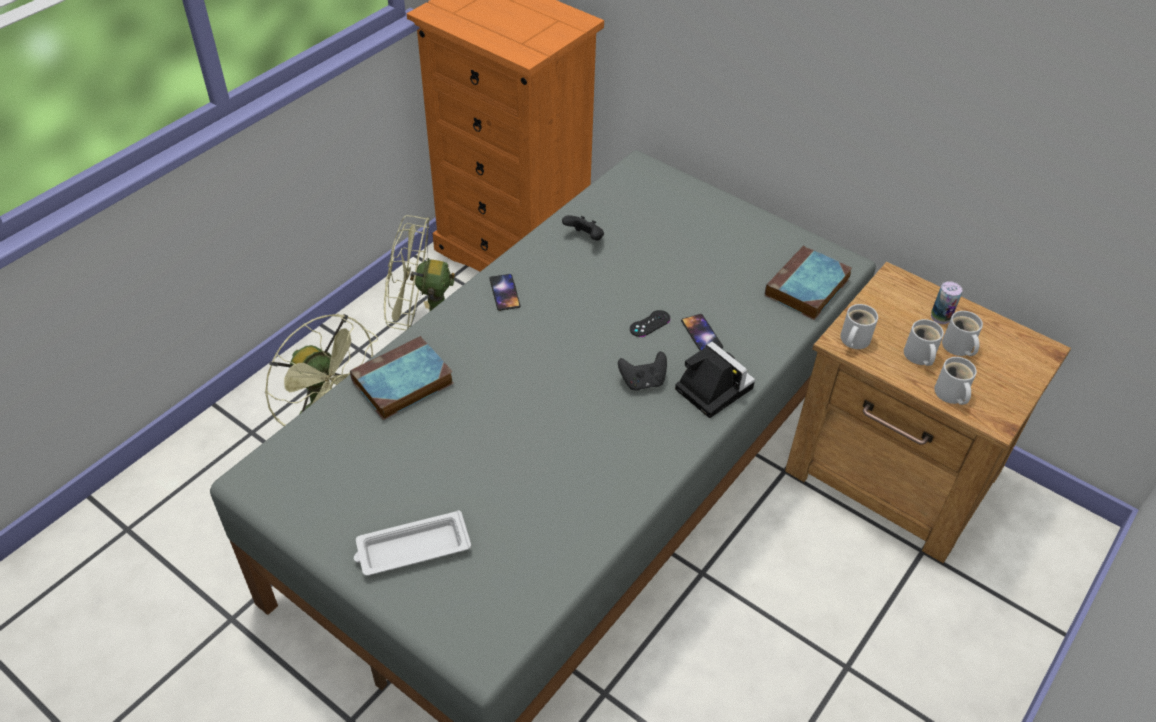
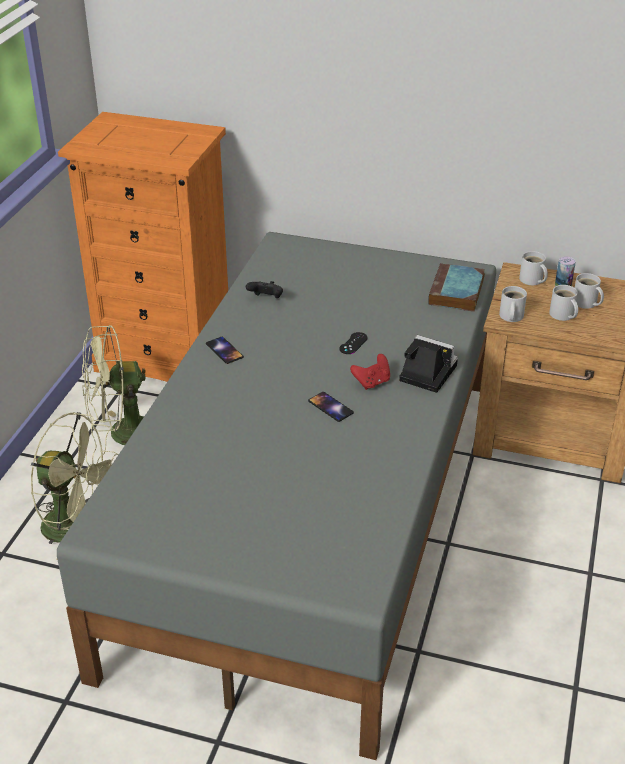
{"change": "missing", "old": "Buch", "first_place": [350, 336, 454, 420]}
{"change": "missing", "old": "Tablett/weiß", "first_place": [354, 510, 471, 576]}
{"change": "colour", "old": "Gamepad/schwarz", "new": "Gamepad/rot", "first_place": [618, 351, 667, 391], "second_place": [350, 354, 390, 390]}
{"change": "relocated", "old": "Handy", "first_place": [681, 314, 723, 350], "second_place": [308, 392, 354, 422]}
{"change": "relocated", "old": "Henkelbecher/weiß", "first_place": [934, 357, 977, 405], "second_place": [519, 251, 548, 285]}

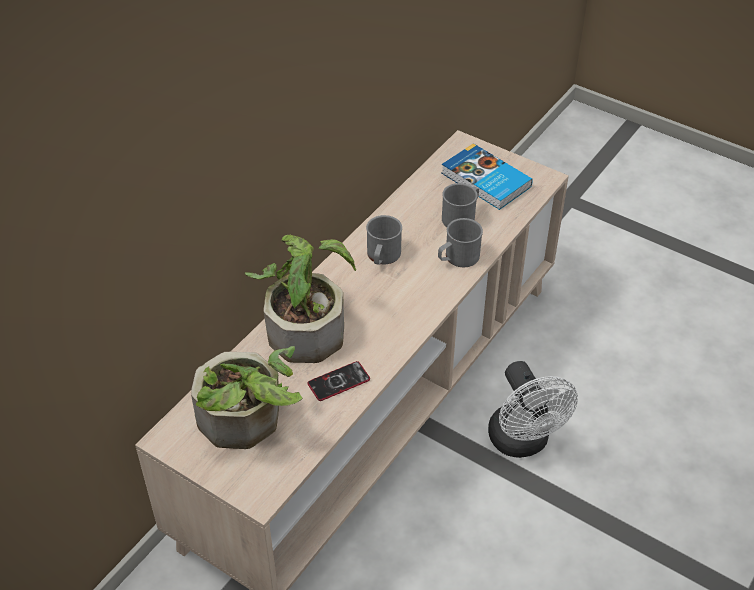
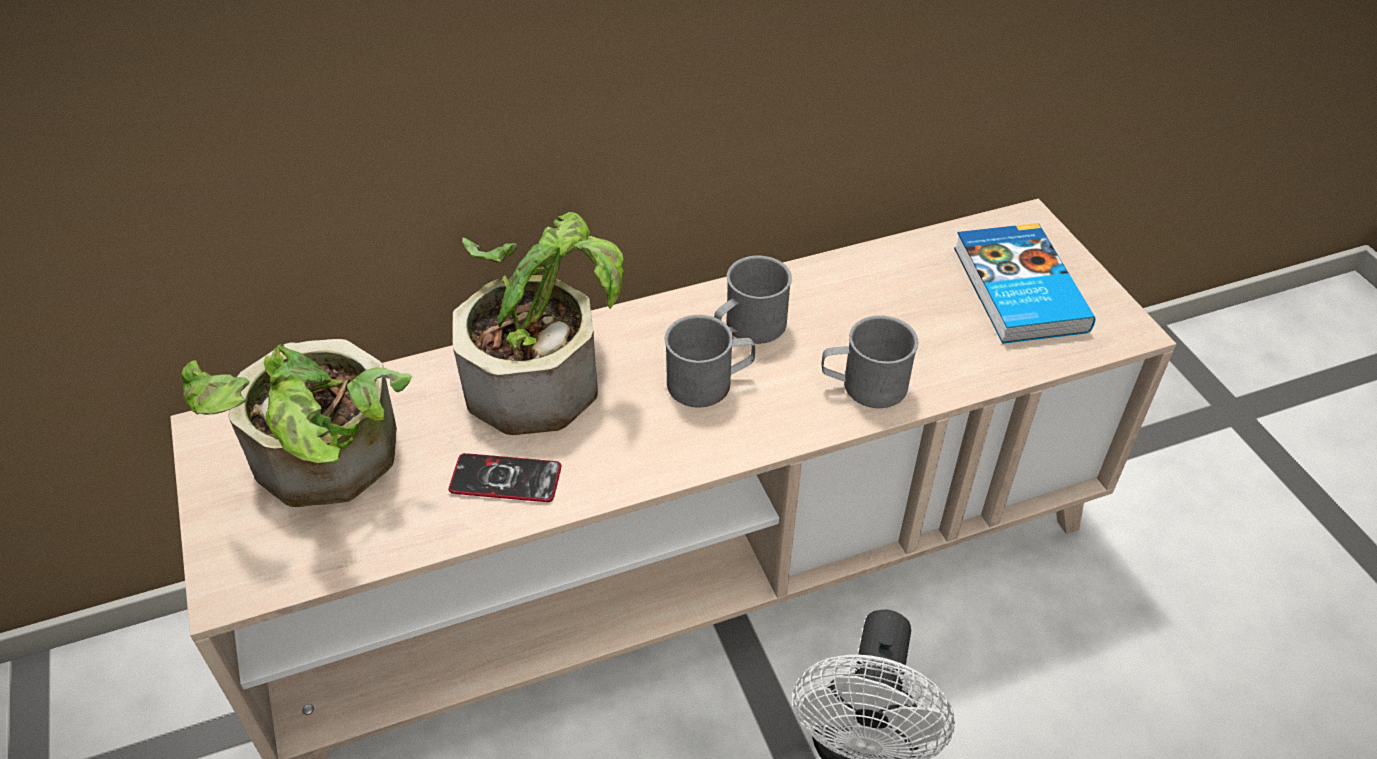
{"change": "relocated", "old": "Henkelbecher/grau", "first_place": [442, 183, 479, 227], "second_place": [665, 315, 755, 407]}

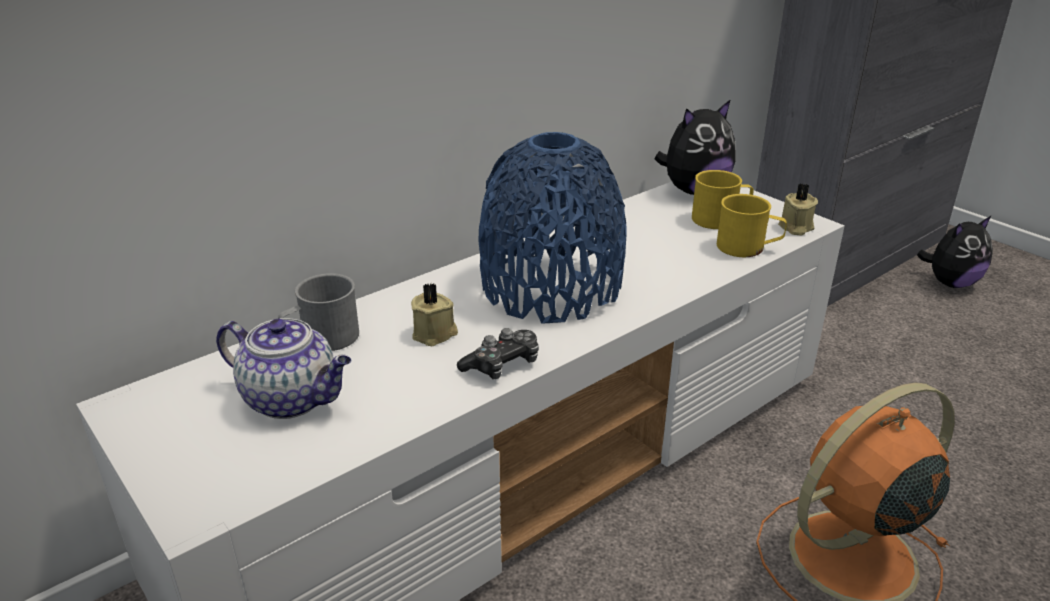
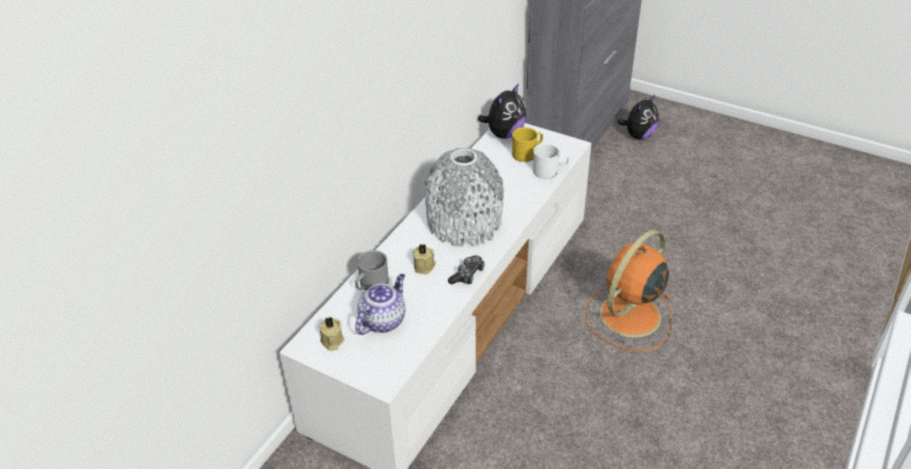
{"change": "spun", "old": "Teekanne", "first_place": [216, 318, 352, 419], "second_place": [355, 274, 405, 335], "degrees": -60}
{"change": "colour", "old": "Vase/blau", "new": "Vase/grau", "first_place": [478, 132, 627, 324], "second_place": [425, 148, 504, 247]}
{"change": "colour", "old": "Henkelbecher/gelb", "new": "Henkelbecher/weiß", "first_place": [717, 194, 787, 257], "second_place": [533, 143, 569, 179]}
{"change": "relocated", "old": "Kerze/beige", "first_place": [778, 183, 818, 235], "second_place": [319, 317, 344, 351]}

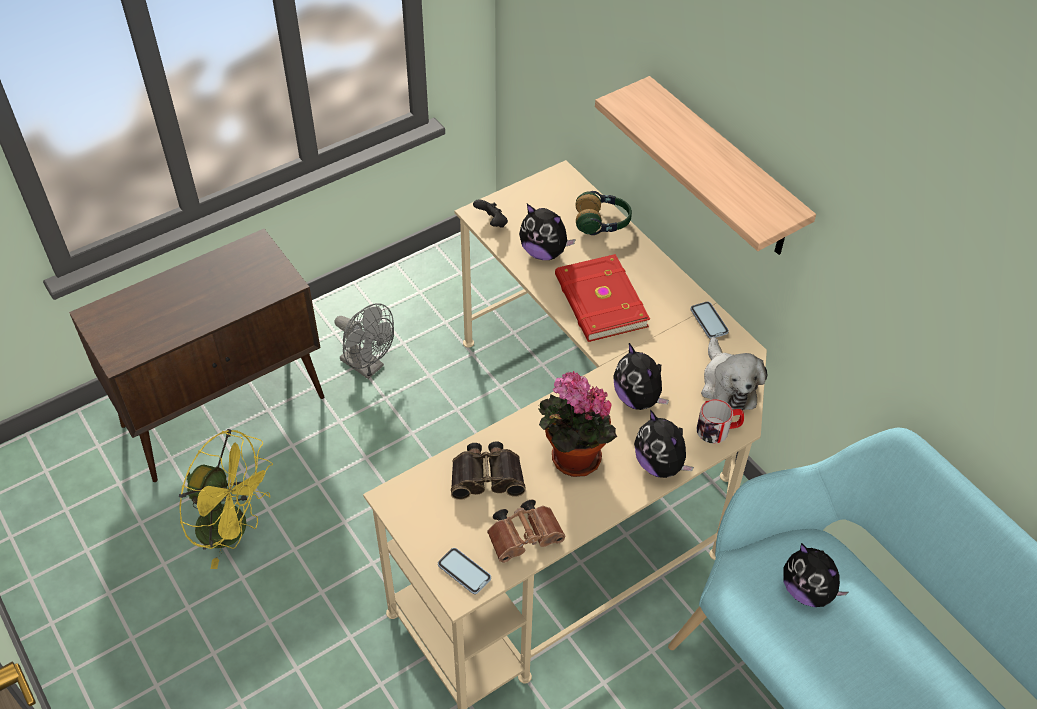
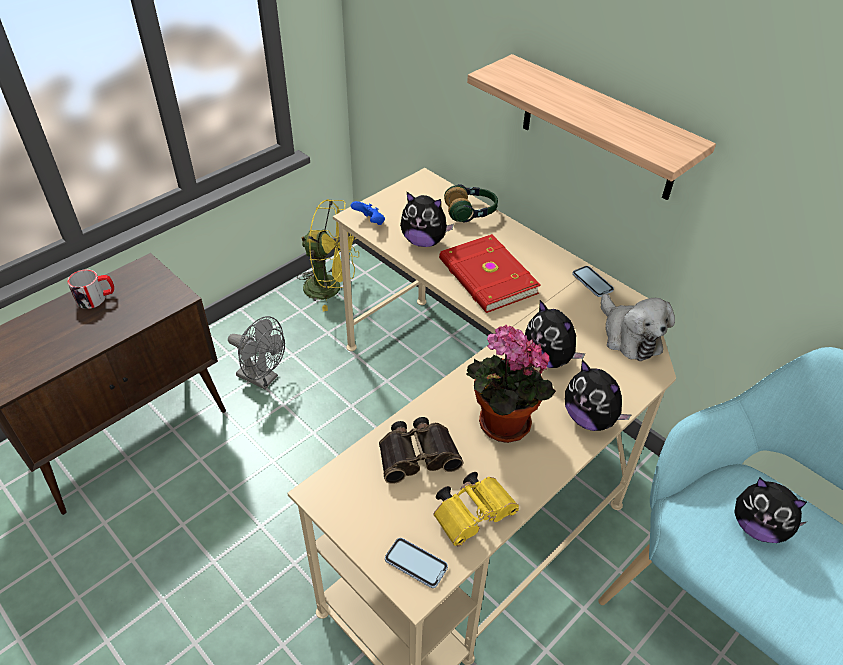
{"change": "relocated", "old": "Ventilator/gelb", "first_place": [179, 429, 273, 569], "second_place": [297, 199, 359, 311]}
{"change": "colour", "old": "Gamepad/schwarz", "new": "Gamepad/blau", "first_place": [473, 200, 508, 228], "second_place": [351, 201, 385, 225]}
{"change": "colour", "old": "Fernglas/braun", "new": "Fernglas/gelb", "first_place": [487, 499, 566, 563], "second_place": [433, 472, 519, 546]}
{"change": "relocated", "old": "Henkelbecher", "first_place": [697, 399, 744, 444], "second_place": [67, 269, 114, 309]}

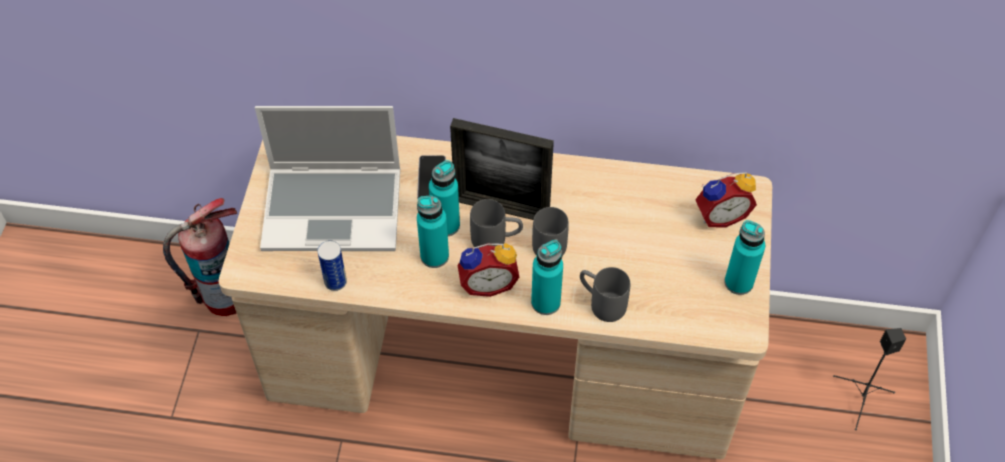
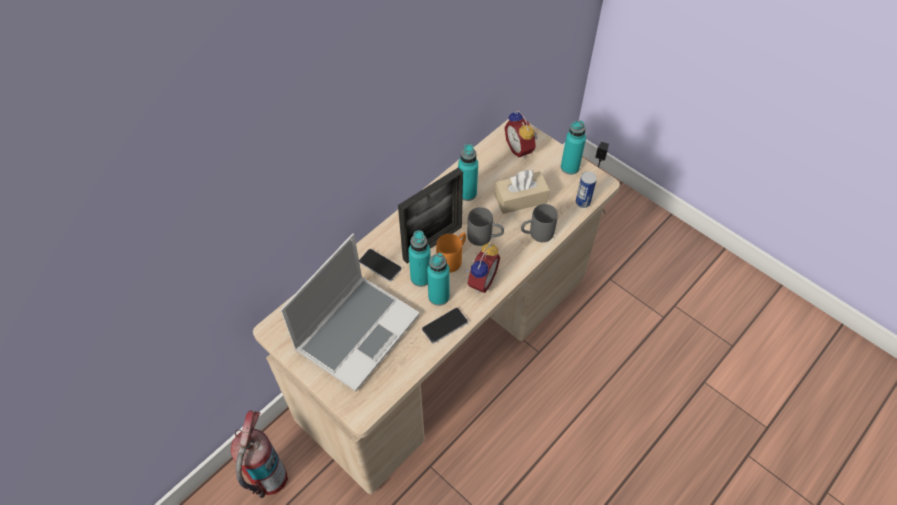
{"change": "relocated", "old": "Dose", "first_place": [317, 240, 347, 291], "second_place": [576, 172, 597, 208]}
{"change": "colour", "old": "Henkelbecher/grau", "new": "Henkelbecher/orange", "first_place": [470, 199, 523, 248], "second_place": [436, 232, 466, 273]}
{"change": "relocated", "old": "Flasche/türkis", "first_place": [531, 240, 563, 315], "second_place": [458, 144, 478, 201]}
{"change": "spun", "old": "Wecker", "first_place": [695, 172, 757, 227], "second_place": [504, 110, 538, 158], "degrees": 135}
{"change": "appeared", "new": "Handy", "second_place": [422, 308, 468, 344]}
{"change": "appeared", "new": "Taschentuchbox/beige", "second_place": [494, 170, 550, 214]}

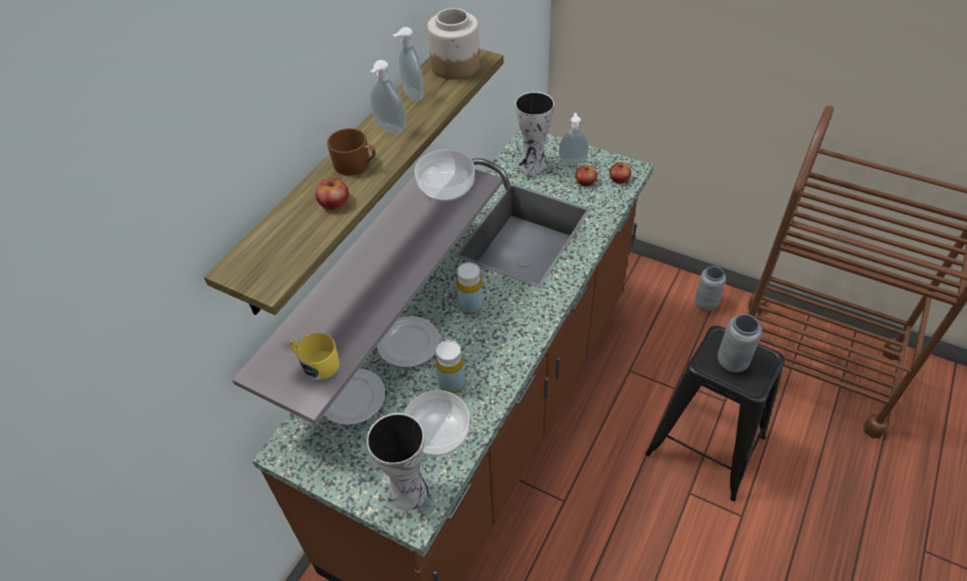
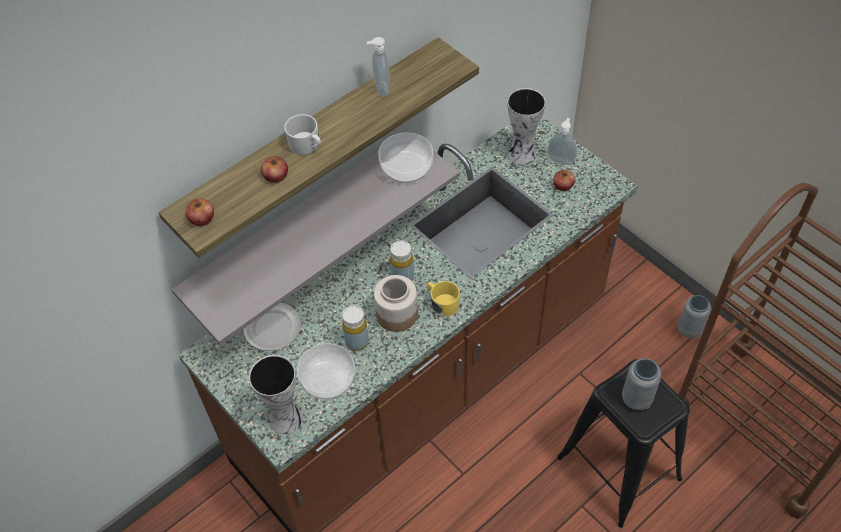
{"change": "relocated", "old": "Henkelbecher/gelb", "first_place": [289, 333, 339, 380], "second_place": [427, 281, 460, 316]}
{"change": "colour", "old": "Henkelbecher/braun", "new": "Henkelbecher/weiß", "first_place": [327, 128, 376, 175], "second_place": [284, 114, 321, 155]}
{"change": "missing", "old": "Seifenspender", "first_place": [370, 60, 406, 134]}
{"change": "missing", "old": "Teller", "first_place": [377, 316, 440, 367]}
{"change": "relocated", "old": "Vorratsglas", "first_place": [427, 8, 480, 80], "second_place": [374, 275, 418, 332]}
{"change": "relocated", "old": "Apfel", "first_place": [609, 162, 631, 184], "second_place": [186, 199, 214, 226]}

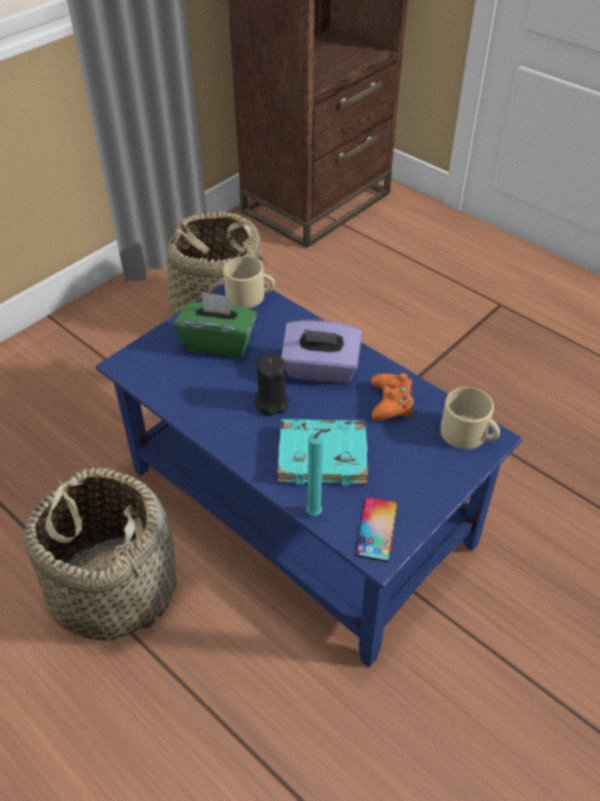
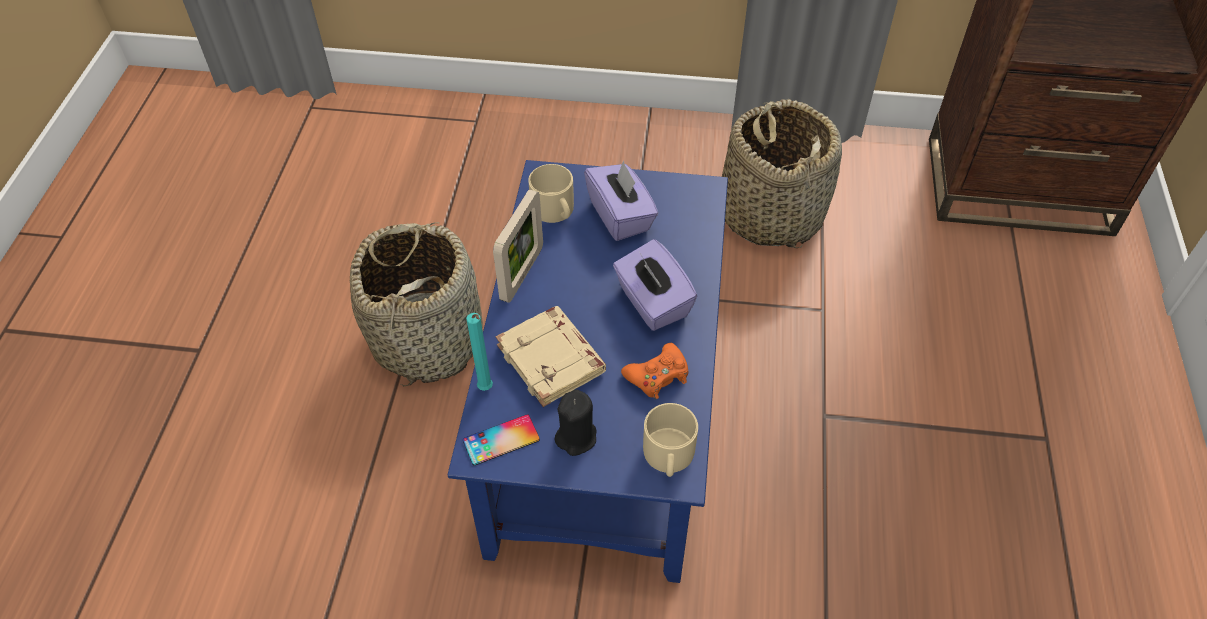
{"change": "colour", "old": "Taschentuchbox/grün", "new": "Taschentuchbox/lila", "first_place": [174, 291, 257, 358], "second_place": [584, 160, 658, 241]}
{"change": "relocated", "old": "Henkelbecher/beige", "first_place": [223, 256, 275, 308], "second_place": [528, 164, 574, 223]}
{"change": "relocated", "old": "Kerze/schwarz", "first_place": [254, 353, 289, 416], "second_place": [555, 390, 597, 456]}
{"change": "colour", "old": "Buch/türkis", "new": "Buch/beige", "first_place": [278, 419, 368, 486], "second_place": [496, 306, 606, 407]}
{"change": "appeared", "new": "Bilderrahmen", "second_place": [493, 190, 543, 303]}

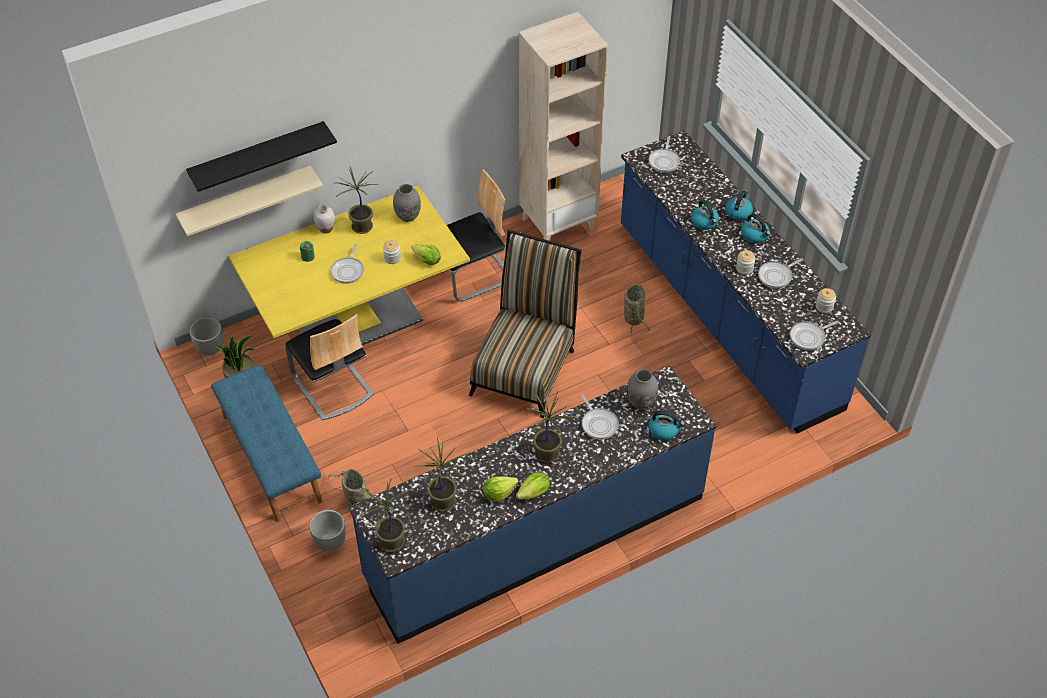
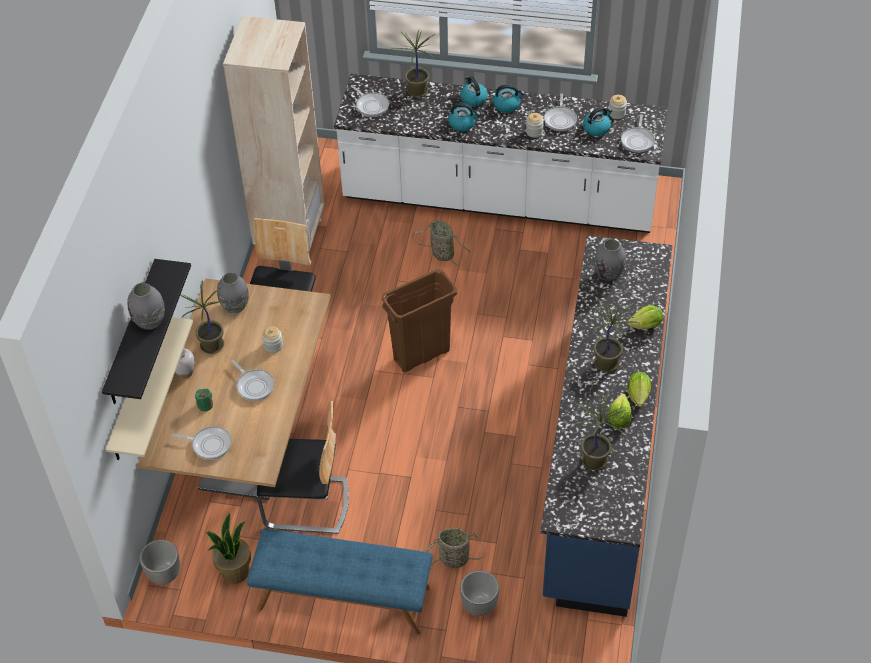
{"change": "colour", "old": "Esstisch/gelb", "new": "Esstisch/braun", "first_place": [229, 186, 470, 346], "second_place": [137, 278, 331, 500]}
{"change": "relocated", "old": "Topfpflanze", "first_place": [360, 478, 411, 552], "second_place": [391, 30, 435, 98]}
{"change": "relocated", "old": "Salatkopf", "first_place": [411, 244, 441, 265], "second_place": [627, 305, 663, 329]}
{"change": "exchanged", "old": "Stuhl", "new": "Mülleimer/braun", "first_place": [469, 230, 582, 418], "second_place": [382, 269, 457, 372]}
{"change": "relocated", "old": "Pfanne", "first_place": [581, 394, 619, 440], "second_place": [172, 426, 231, 460]}
{"change": "colour", "old": "Küchenzeile/blau", "new": "Küchenzeile/weiß", "first_place": [621, 130, 871, 434], "second_place": [334, 74, 668, 233]}
{"change": "relocated", "old": "Wasserkessel", "first_place": [648, 411, 685, 440], "second_place": [583, 107, 612, 136]}
{"change": "appeared", "new": "Vase/grau", "second_place": [127, 283, 165, 330]}

